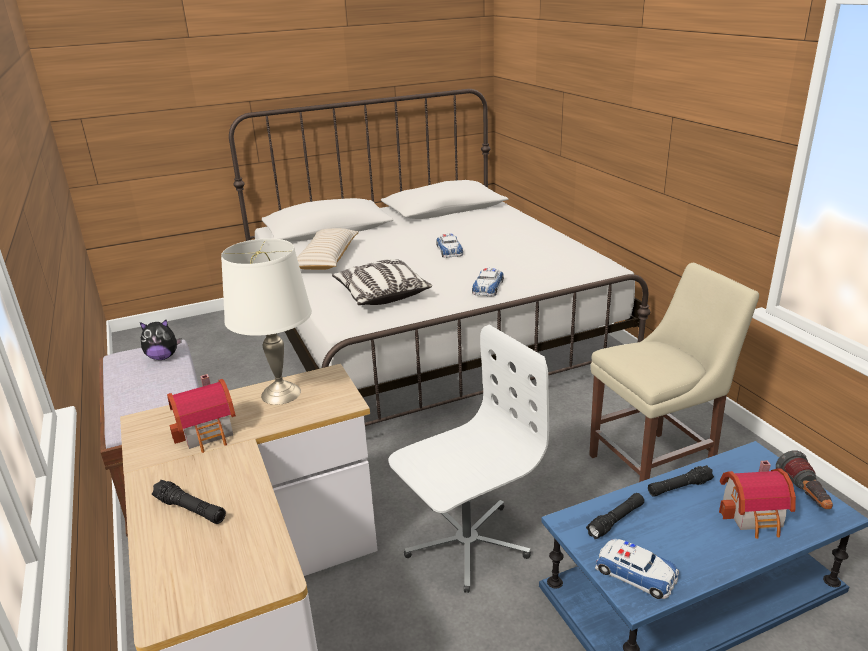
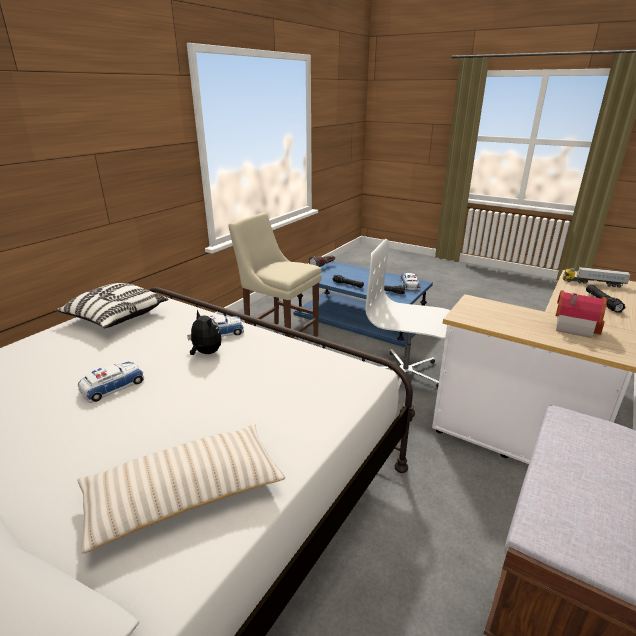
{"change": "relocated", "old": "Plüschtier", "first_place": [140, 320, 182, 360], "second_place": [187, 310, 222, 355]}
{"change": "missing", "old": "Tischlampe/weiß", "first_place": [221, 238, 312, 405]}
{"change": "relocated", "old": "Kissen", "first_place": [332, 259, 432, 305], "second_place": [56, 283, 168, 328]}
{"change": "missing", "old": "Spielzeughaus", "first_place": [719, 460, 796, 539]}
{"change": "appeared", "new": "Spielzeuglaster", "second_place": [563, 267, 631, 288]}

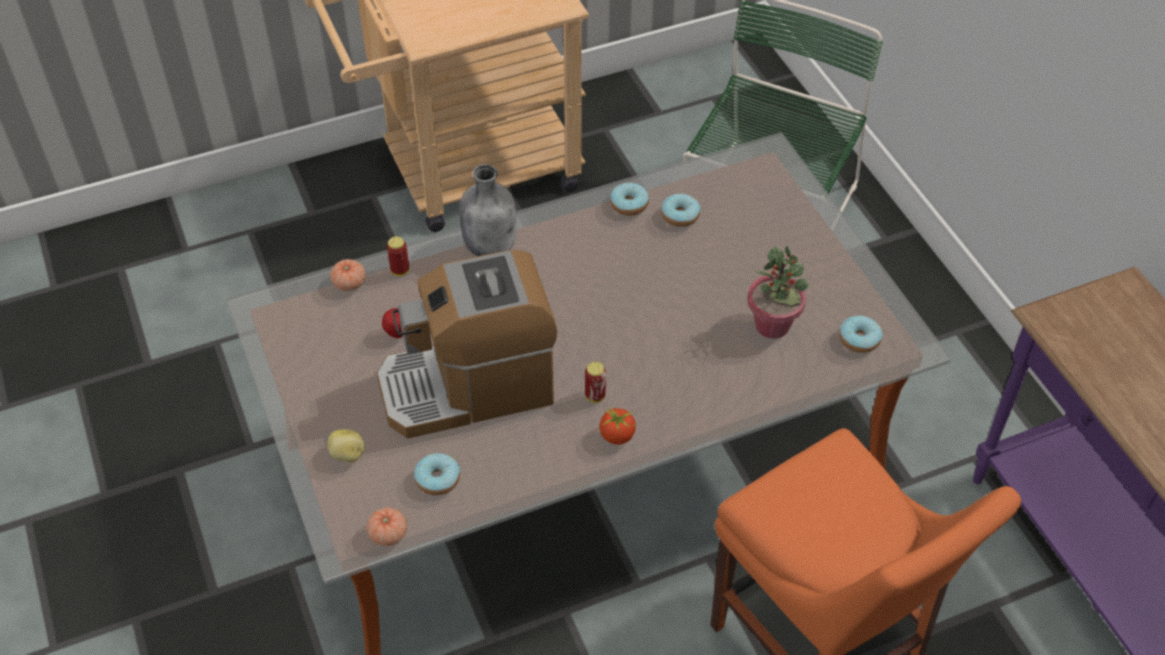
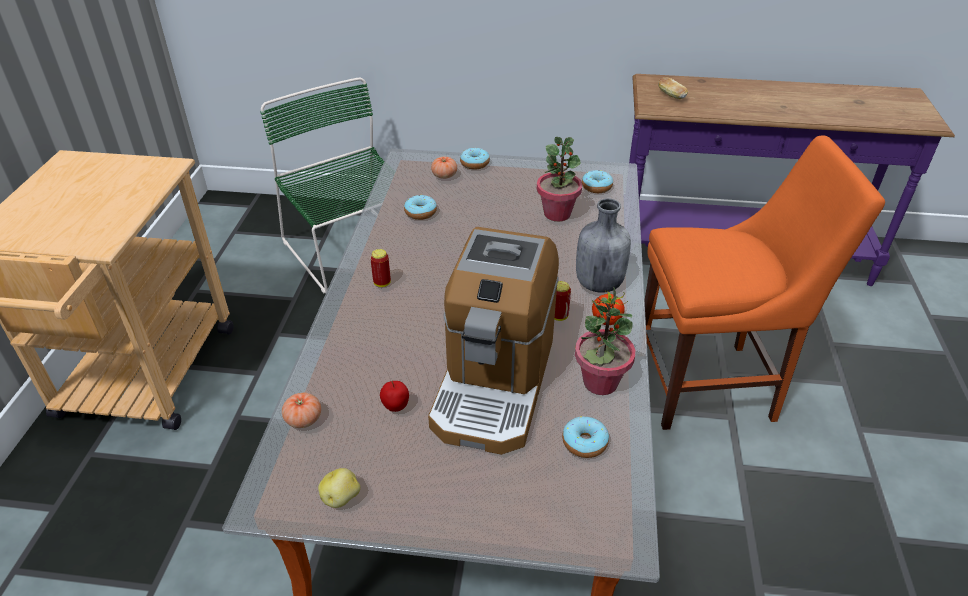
{"change": "relocated", "old": "Kartoffel", "first_place": [328, 429, 365, 462], "second_place": [318, 468, 360, 508]}
{"change": "relocated", "old": "Tomate", "first_place": [366, 507, 407, 546], "second_place": [431, 157, 457, 179]}
{"change": "relocated", "old": "Dose", "first_place": [387, 236, 409, 276], "second_place": [370, 249, 391, 287]}
{"change": "relocated", "old": "Flasche/grau", "first_place": [460, 164, 517, 256], "second_place": [576, 198, 631, 293]}
{"change": "relocated", "old": "Donut", "first_place": [610, 182, 649, 216], "second_place": [460, 148, 490, 170]}
{"change": "appeared", "new": "Topfpflanze", "second_place": [575, 287, 635, 395]}
{"change": "appeared", "new": "Brot", "second_place": [658, 77, 688, 99]}

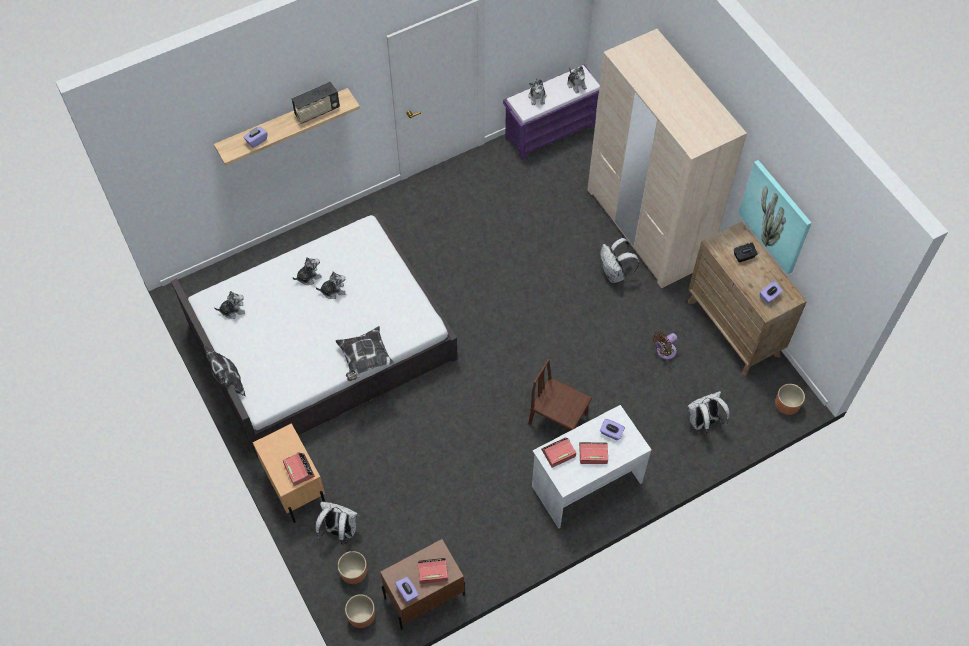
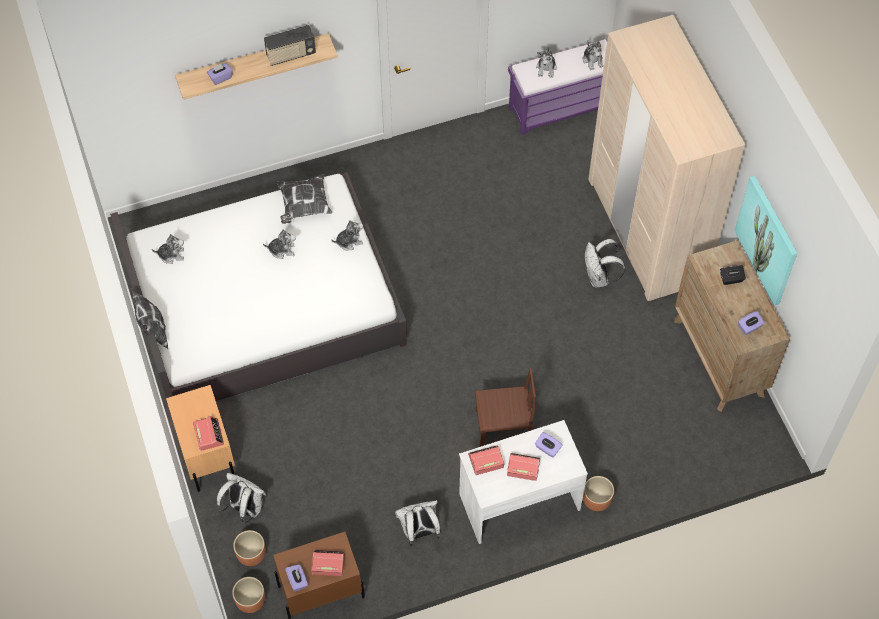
{"change": "relocated", "old": "Plüschtier", "first_place": [293, 257, 322, 285], "second_place": [331, 220, 363, 250]}
{"change": "relocated", "old": "Kissen", "first_place": [335, 326, 394, 381], "second_place": [277, 174, 332, 224]}
{"change": "spun", "old": "Stuhl/braun", "first_place": [528, 359, 592, 432], "second_place": [475, 367, 536, 447], "degrees": 135}
{"change": "missing", "old": "Ventilator/braun", "first_place": [653, 332, 678, 360]}
{"change": "relocated", "old": "Rucksack/weiß", "first_place": [687, 391, 730, 435], "second_place": [395, 500, 441, 547]}
{"change": "relocated", "old": "Pflanzkübel/braun", "first_place": [775, 384, 805, 415], "second_place": [583, 476, 614, 511]}

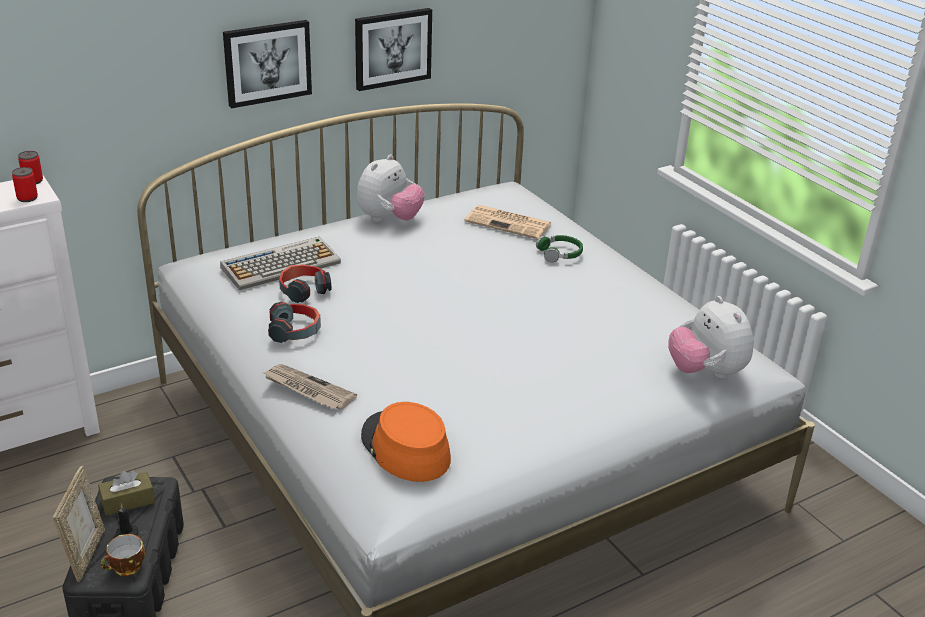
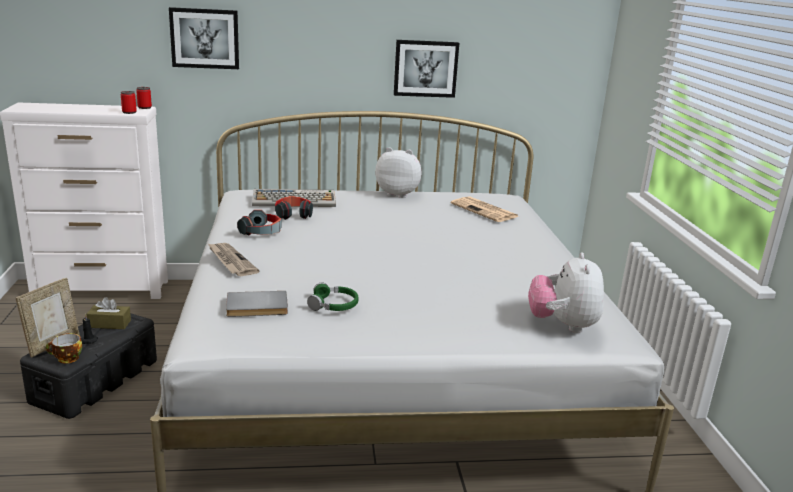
{"change": "relocated", "old": "Bild", "first_place": [223, 20, 312, 108], "second_place": [169, 7, 239, 69]}
{"change": "spun", "old": "Plüschtier", "first_place": [357, 154, 425, 222], "second_place": [375, 147, 422, 198], "degrees": -135}
{"change": "exchanged", "old": "Hut/orange", "new": "Buch/grau", "first_place": [361, 402, 451, 482], "second_place": [226, 291, 288, 317]}
{"change": "relocated", "old": "Kopfhörer/grün", "first_place": [536, 235, 583, 263], "second_place": [307, 282, 358, 311]}

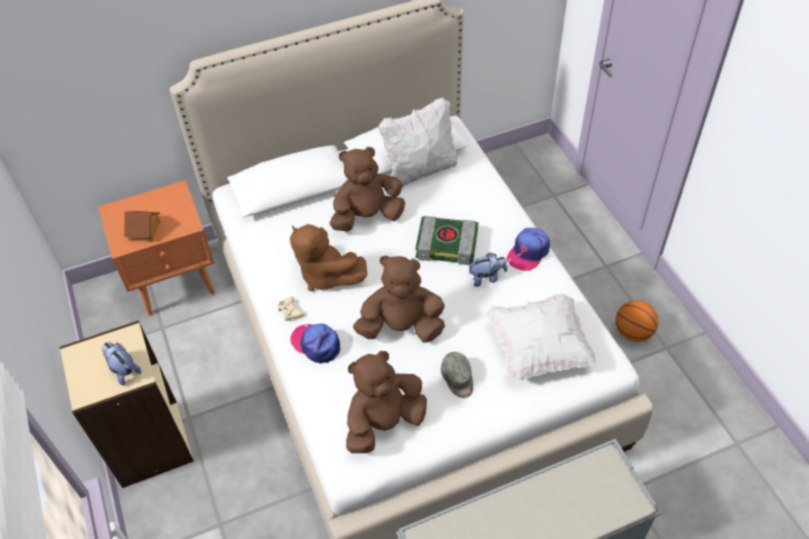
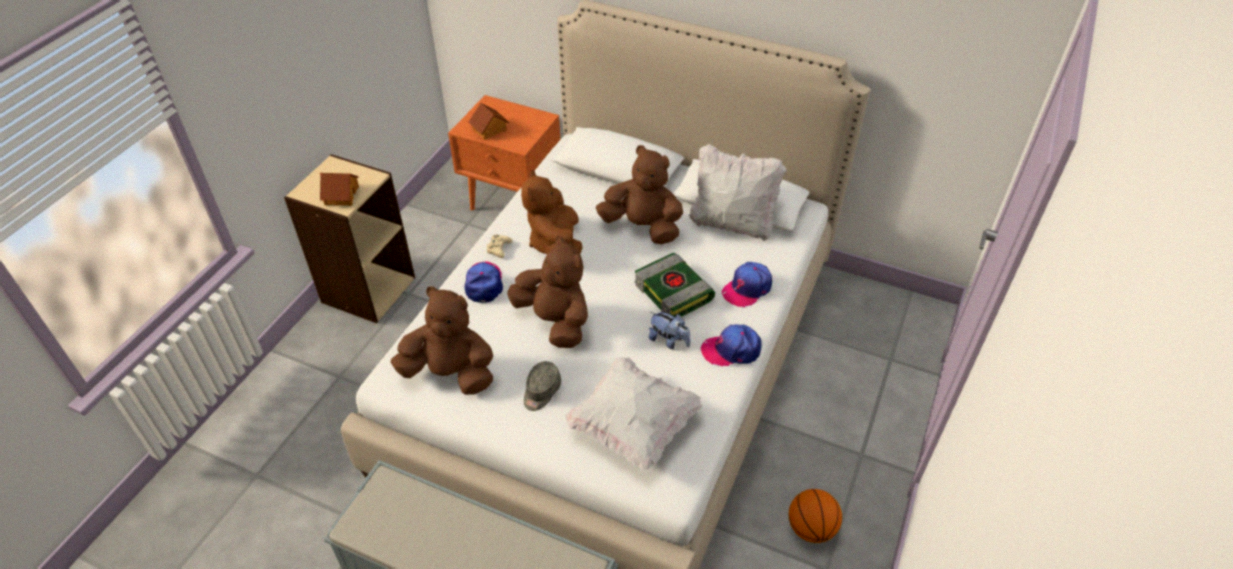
{"change": "exchanged", "old": "Plüschtier", "new": "Spielzeughaus", "first_place": [102, 342, 141, 386], "second_place": [320, 173, 359, 206]}
{"change": "appeared", "new": "Kappe", "second_place": [722, 262, 772, 307]}

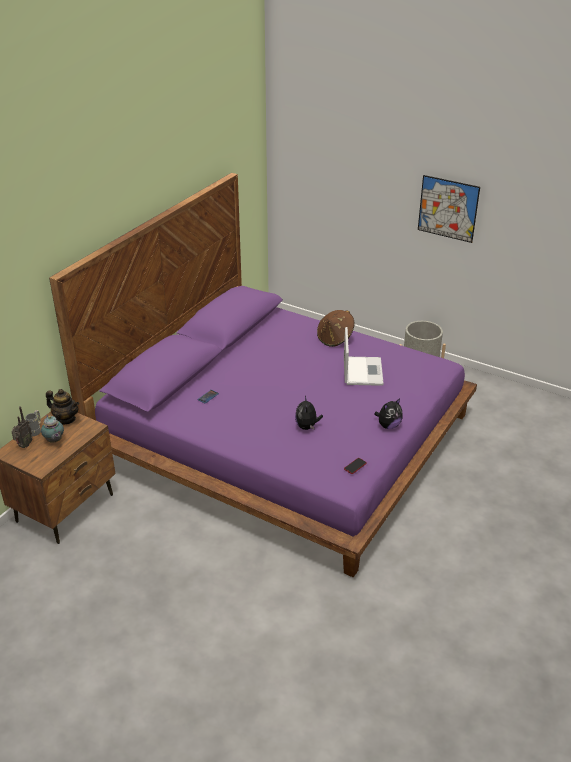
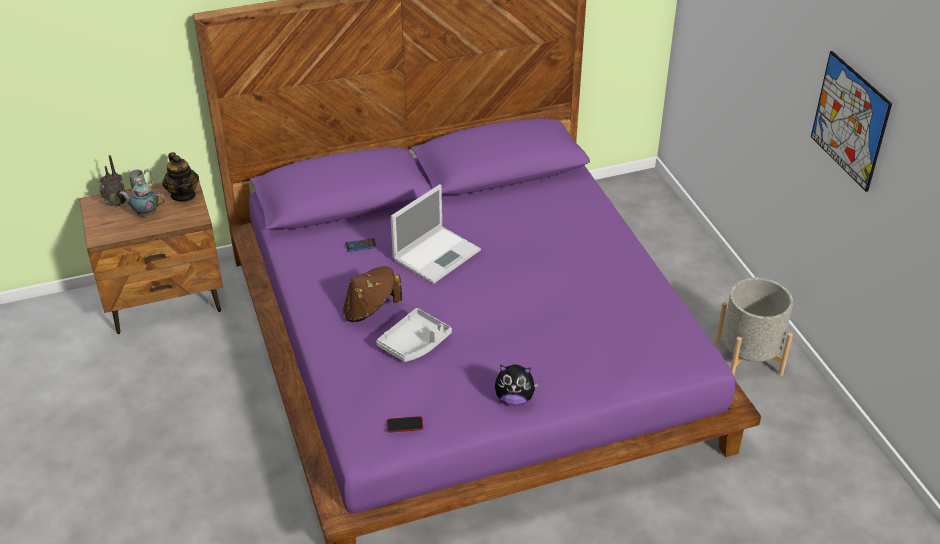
{"change": "spun", "old": "Teekanne", "first_place": [41, 414, 64, 443], "second_place": [119, 182, 165, 217], "degrees": 90}
{"change": "exchanged", "old": "Plüschtier", "new": "Tablett/grau", "first_place": [295, 396, 323, 430], "second_place": [376, 308, 452, 362]}
{"change": "relocated", "old": "Hut/braun", "first_place": [317, 310, 354, 347], "second_place": [343, 266, 402, 322]}
{"change": "relocated", "old": "Laptop", "first_place": [344, 327, 384, 386], "second_place": [390, 184, 481, 284]}

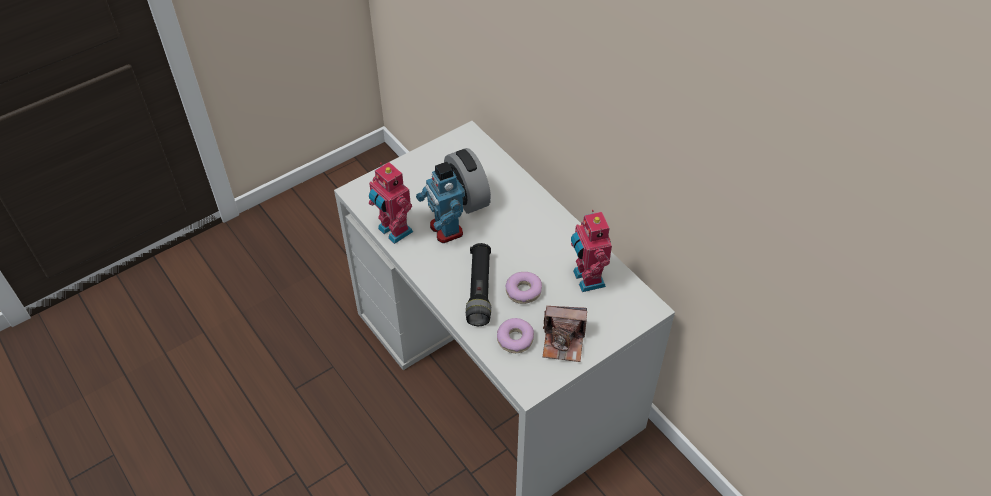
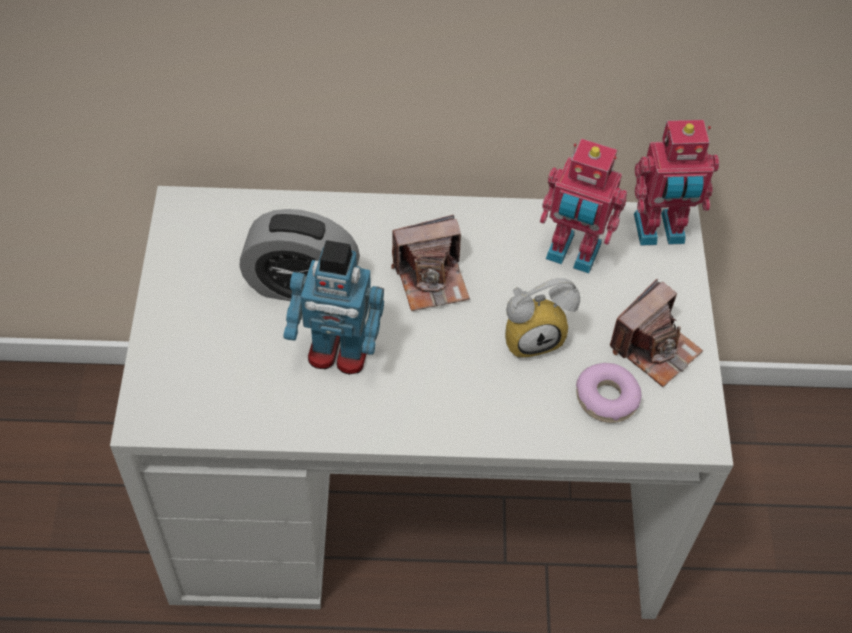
{"change": "relocated", "old": "Spielzeugroboter", "first_place": [369, 162, 413, 244], "second_place": [634, 120, 719, 246]}
{"change": "missing", "old": "Taschenlampe/schwarz", "first_place": [466, 243, 491, 326]}
{"change": "exchanged", "old": "Donut", "new": "Wecker", "first_place": [505, 272, 542, 304], "second_place": [505, 278, 580, 358]}
{"change": "appeared", "new": "Kamera", "second_place": [391, 215, 470, 311]}

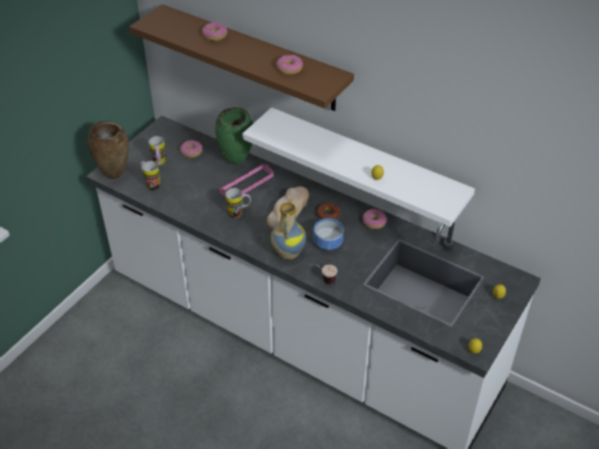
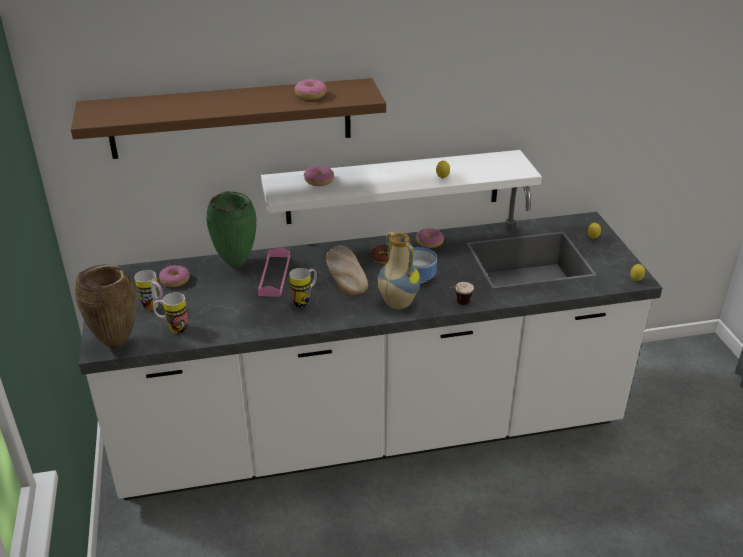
{"change": "relocated", "old": "Donut", "first_place": [202, 22, 227, 41], "second_place": [304, 166, 334, 186]}

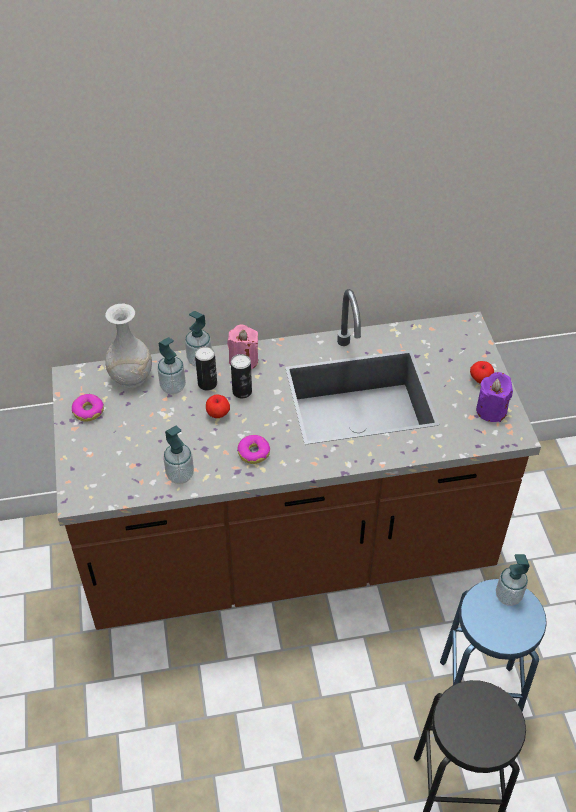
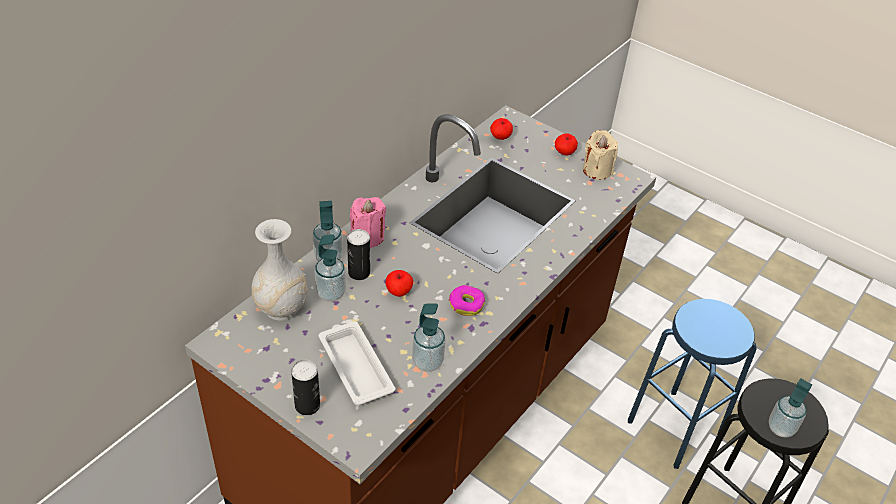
{"change": "missing", "old": "Donut", "first_place": [72, 394, 104, 422]}
{"change": "relocated", "old": "Dose", "first_place": [231, 354, 252, 399], "second_place": [291, 360, 320, 415]}
{"change": "colour", "old": "Kerze/lila", "new": "Kerze/beige", "first_place": [476, 372, 513, 422], "second_place": [583, 130, 618, 180]}
{"change": "relocated", "old": "Seifenspender", "first_place": [496, 554, 529, 606], "second_place": [769, 378, 812, 438]}
{"change": "appeared", "new": "Tablett/weiß", "second_place": [319, 322, 395, 406]}
{"change": "appeared", "new": "Apfel", "second_place": [490, 118, 513, 140]}

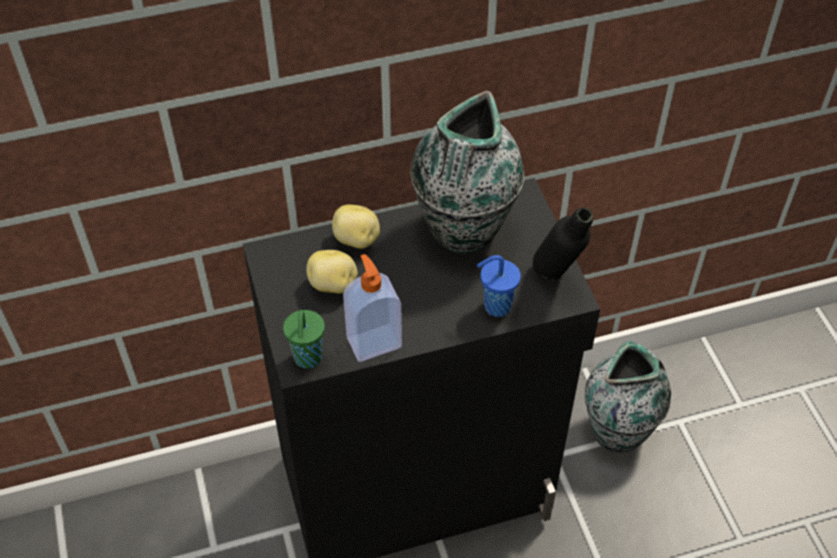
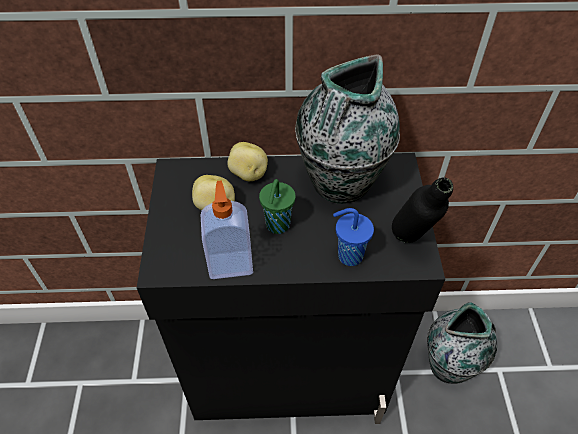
{"change": "relocated", "old": "Tasse/grün", "first_place": [283, 310, 325, 368], "second_place": [259, 179, 296, 234]}

